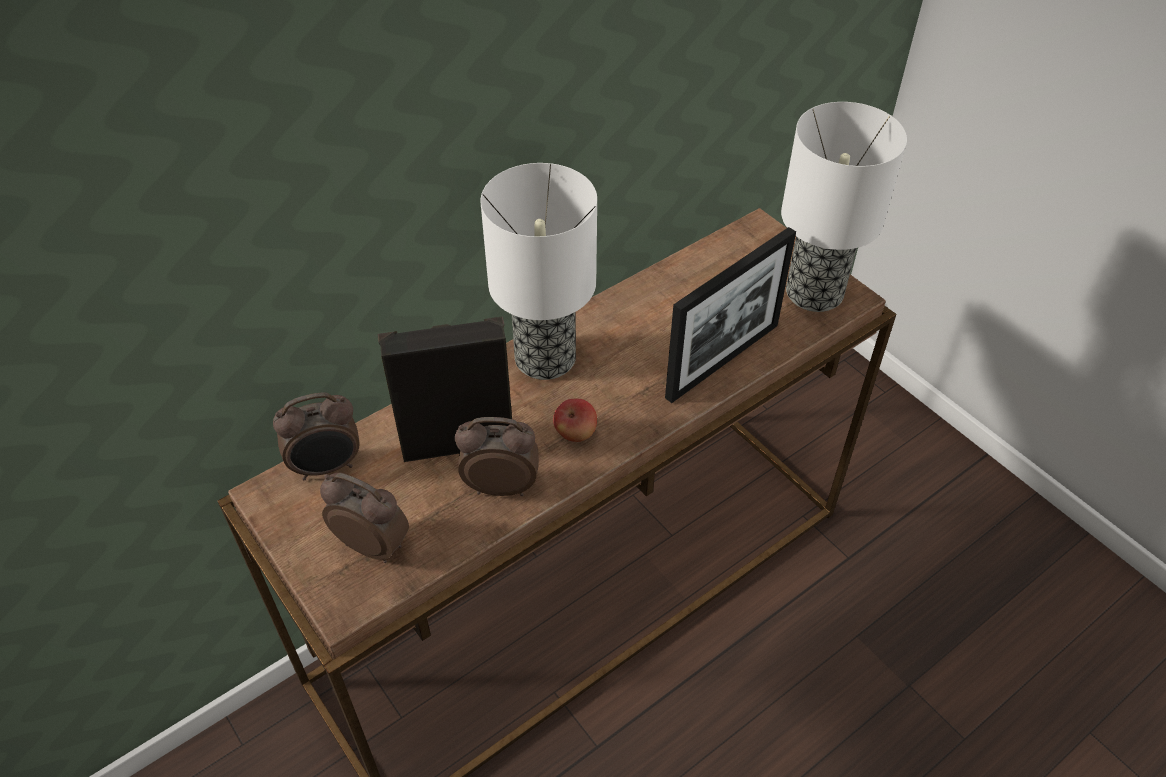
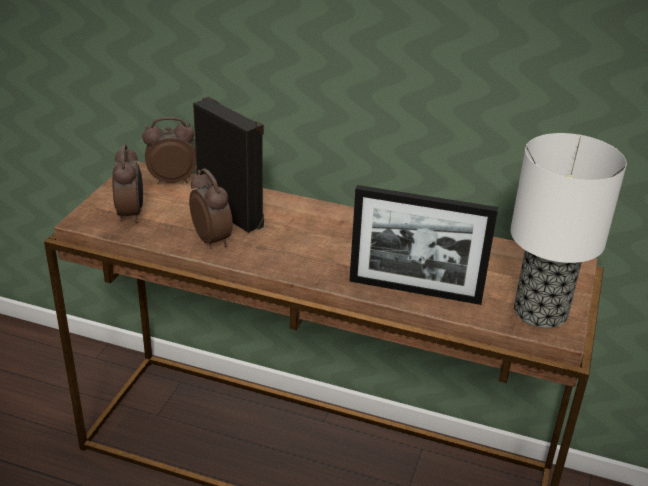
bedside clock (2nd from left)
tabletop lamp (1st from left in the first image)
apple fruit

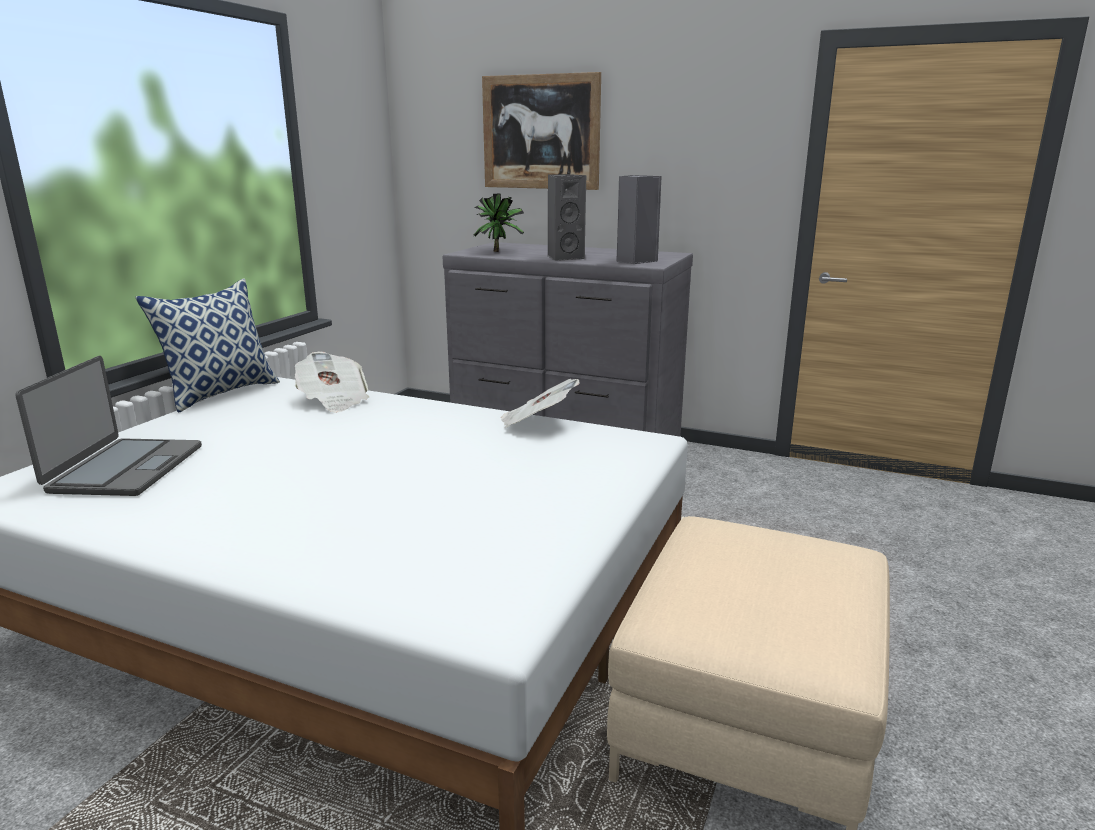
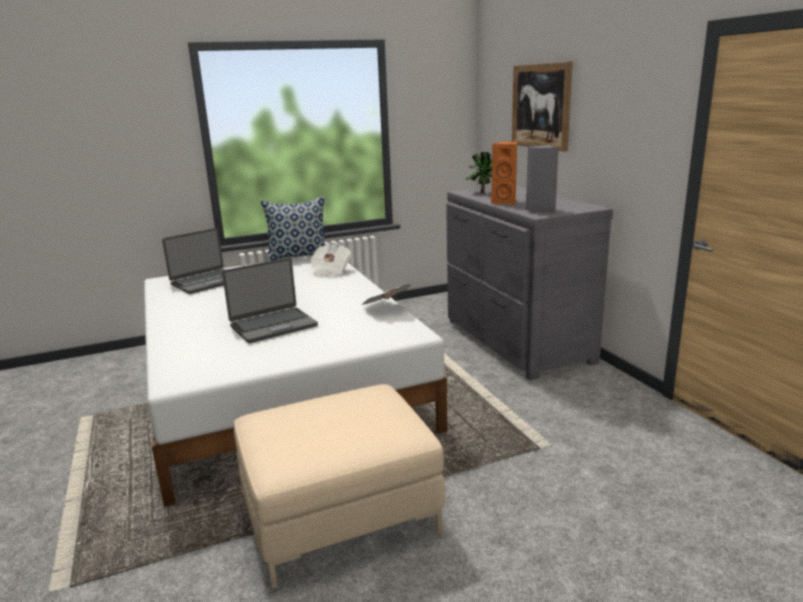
orange-coloured loudspeaker
laptop (2nd from left)

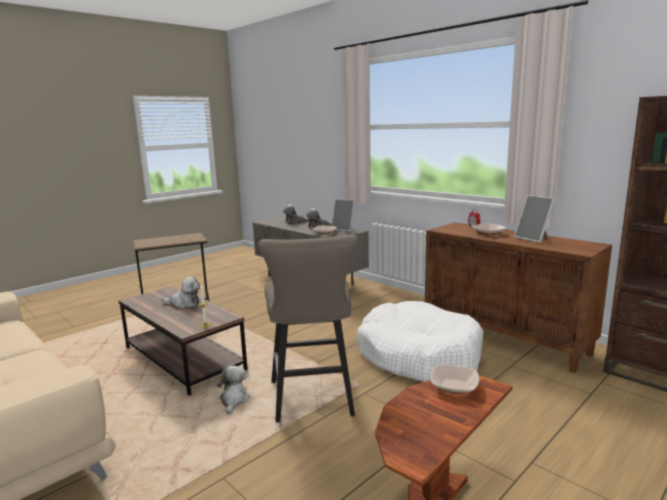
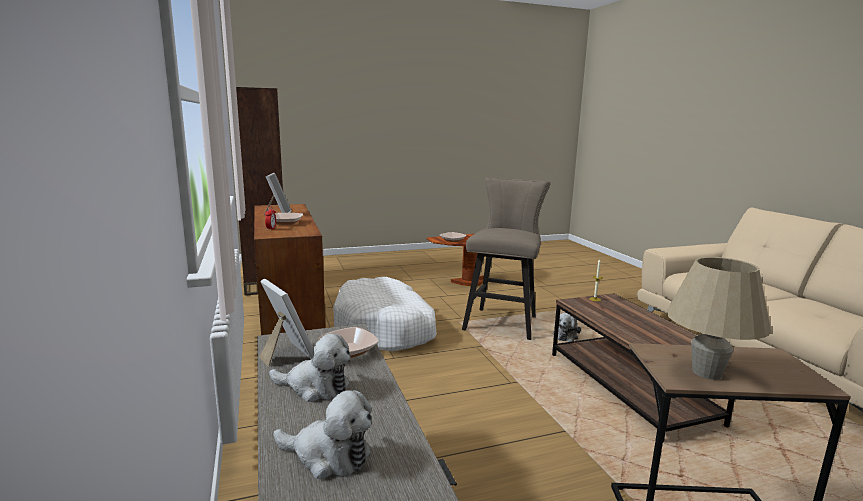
soft toy (1st from left in the first image)
beige-coloured tabletop lamp

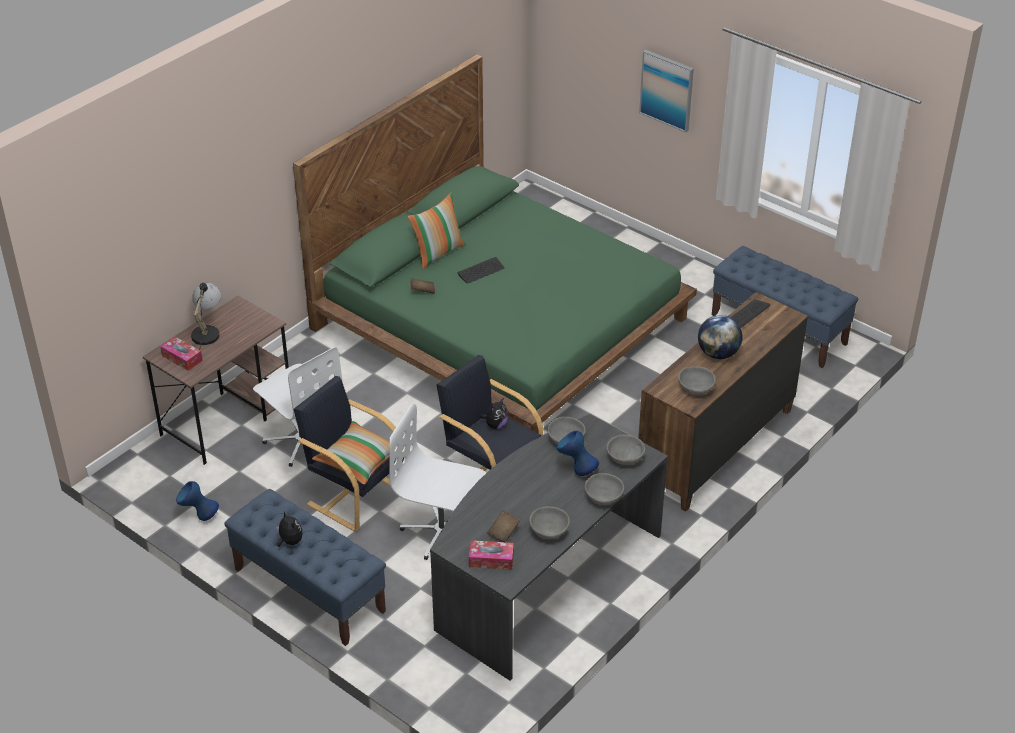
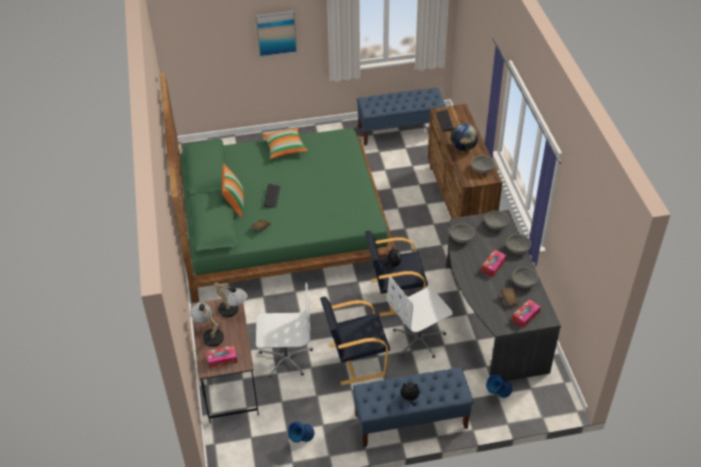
cushion (2nd from left)
bluish decorative vase (2nd from left)
tabletop lamp (2nd from left)
box of tissues (2nd from left)

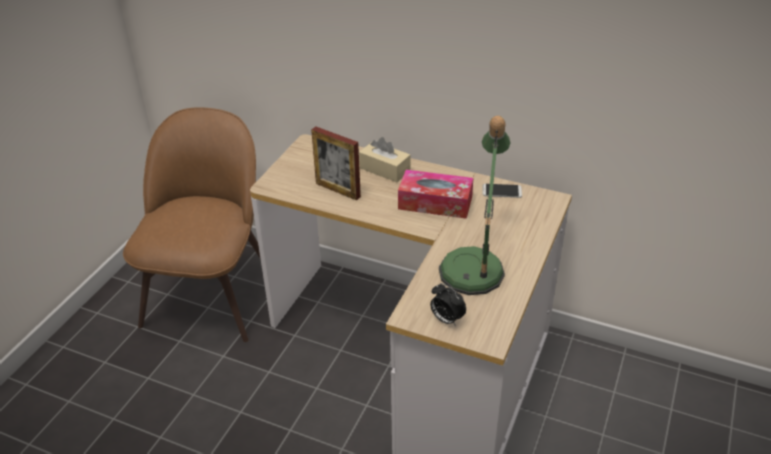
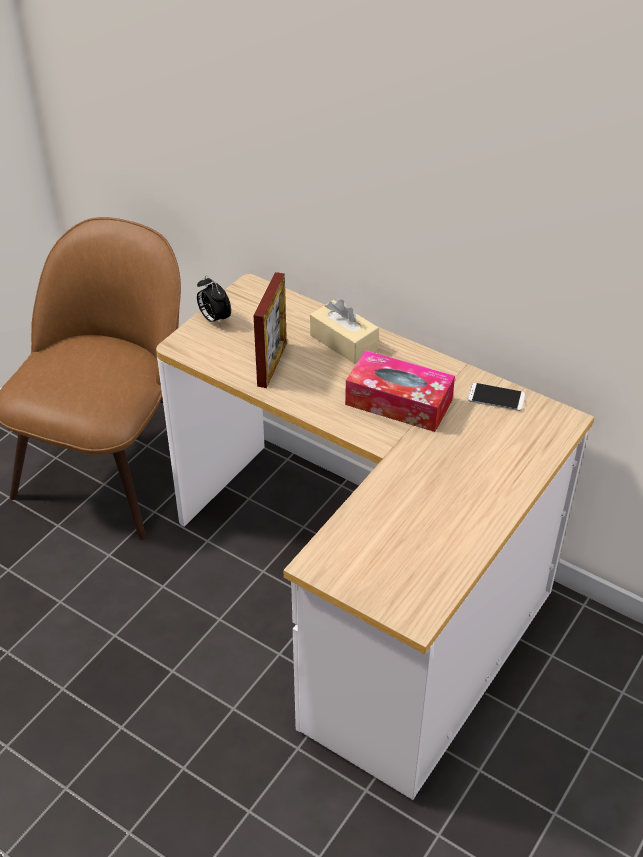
picture frame
bedside clock
tabletop lamp

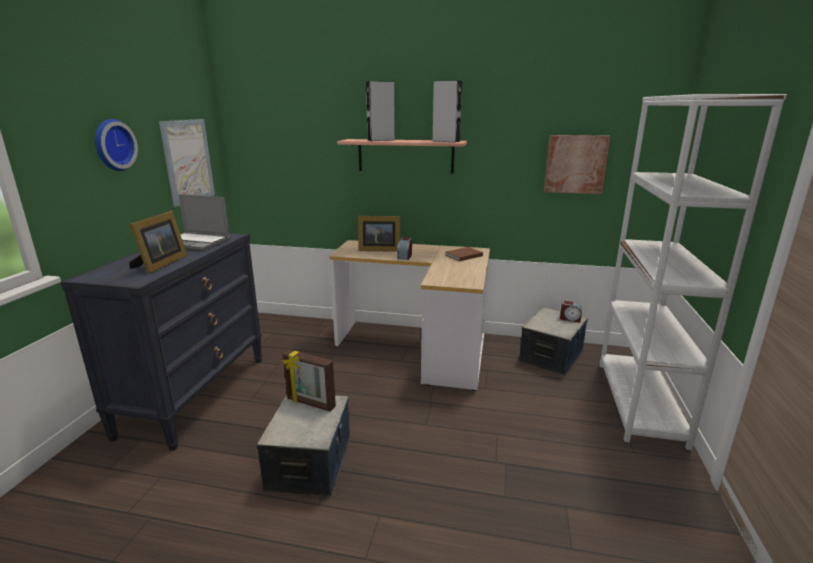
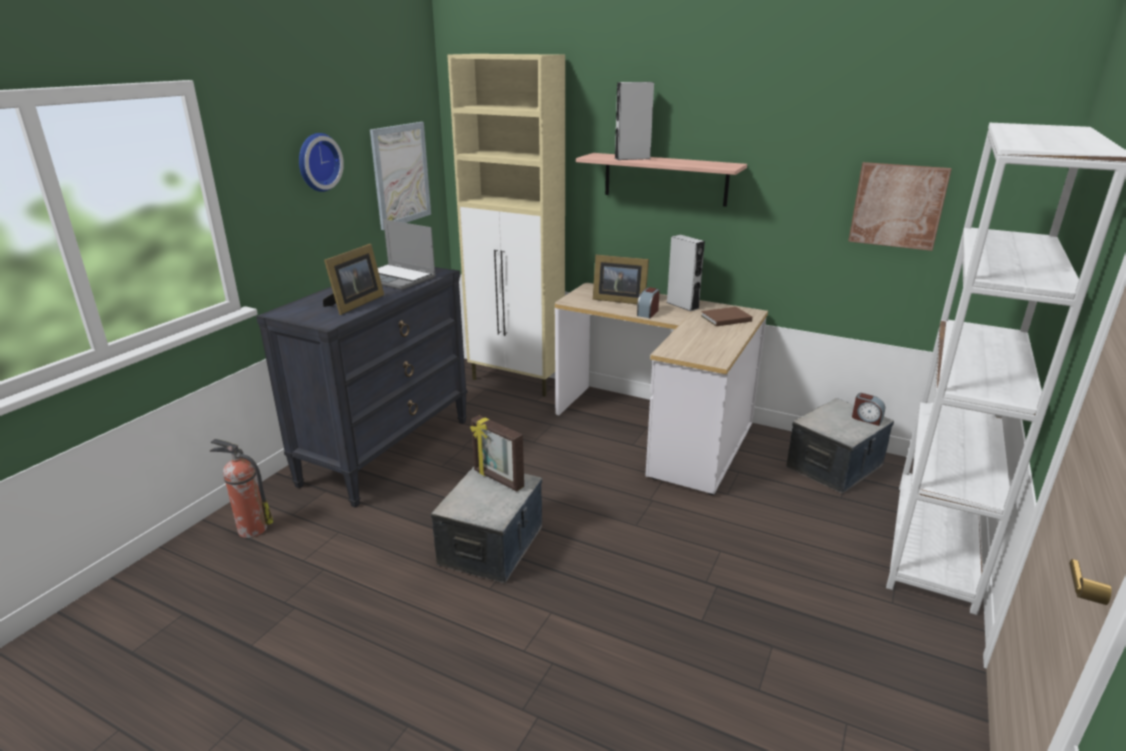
gray loudspeaker (2nd from left)
extinguisher
beige-coloured cupboard

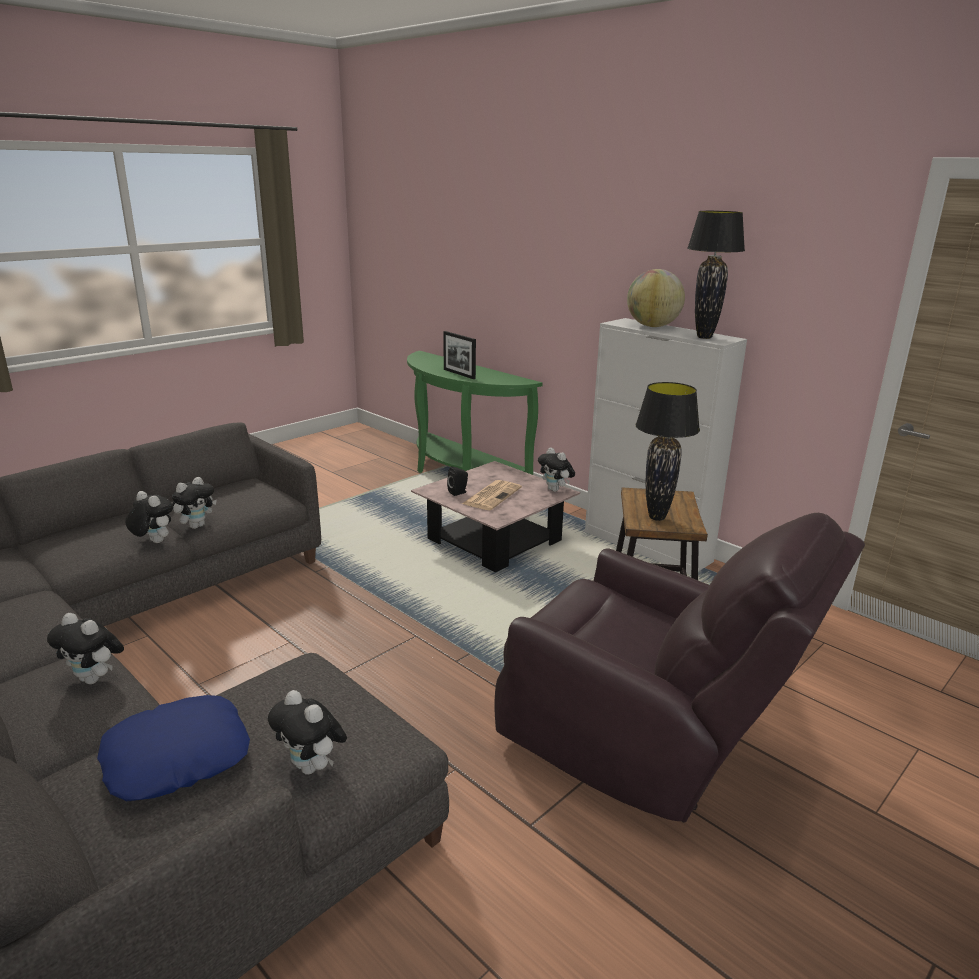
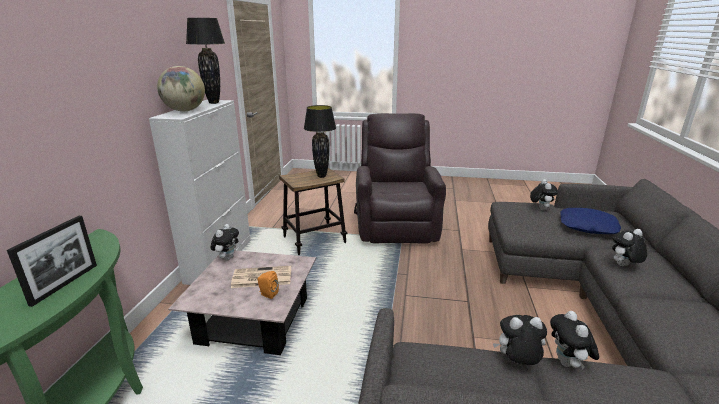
soft toy (5th from left)
orange-coloured loudspeaker

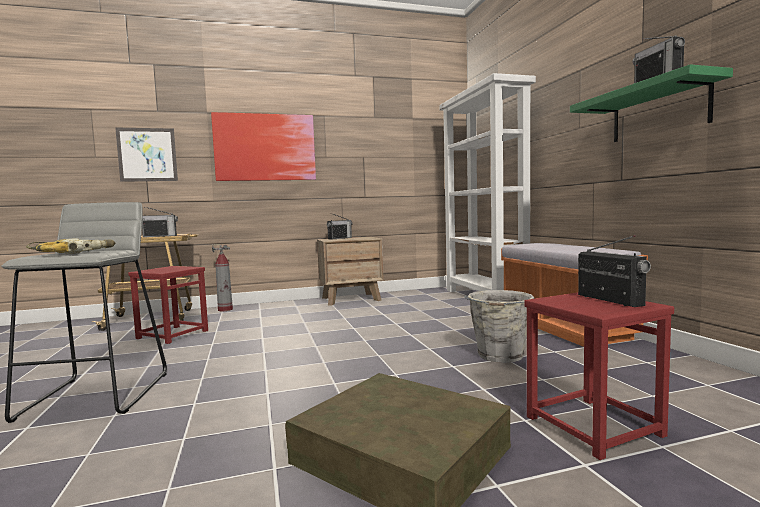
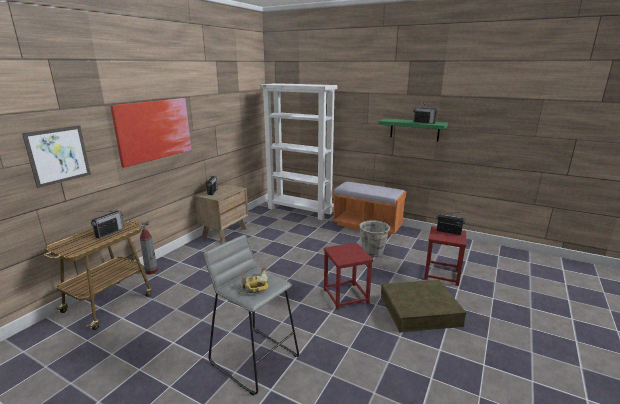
reddish stool (1st from left)

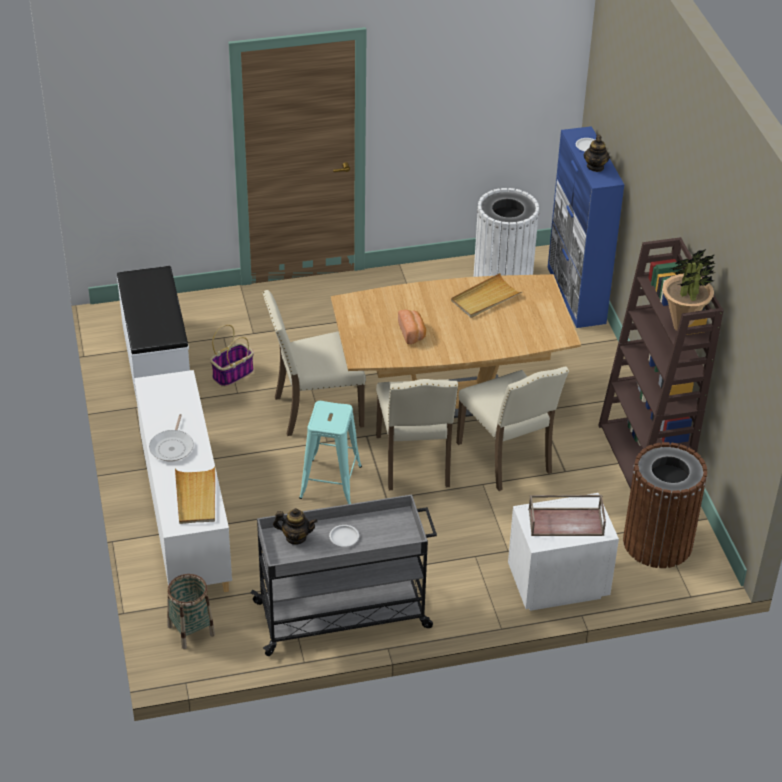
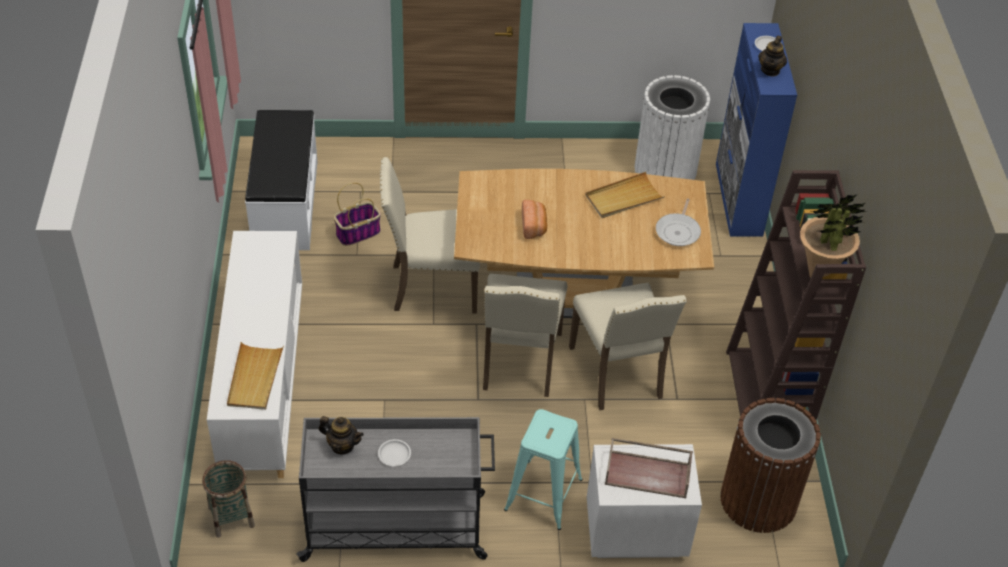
frying pan
turquoise stool

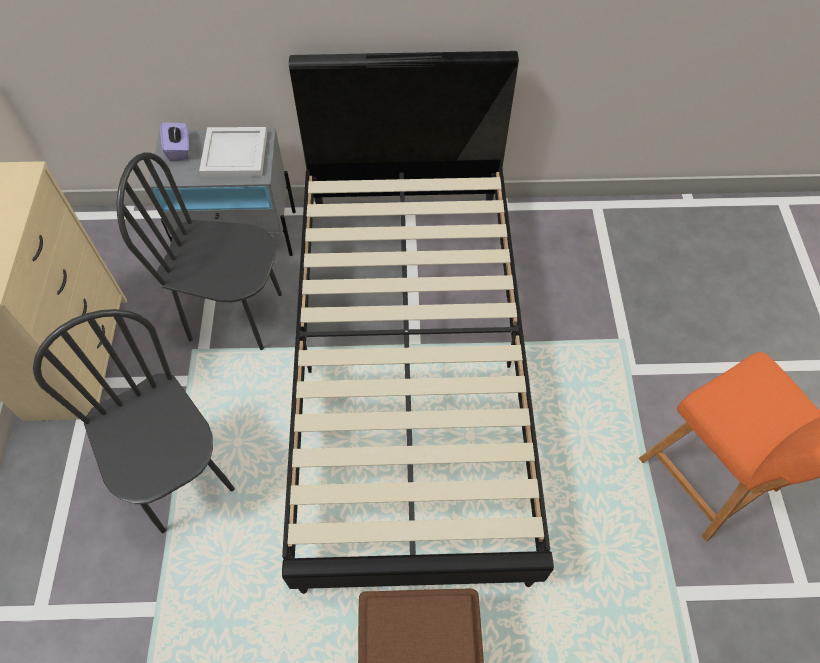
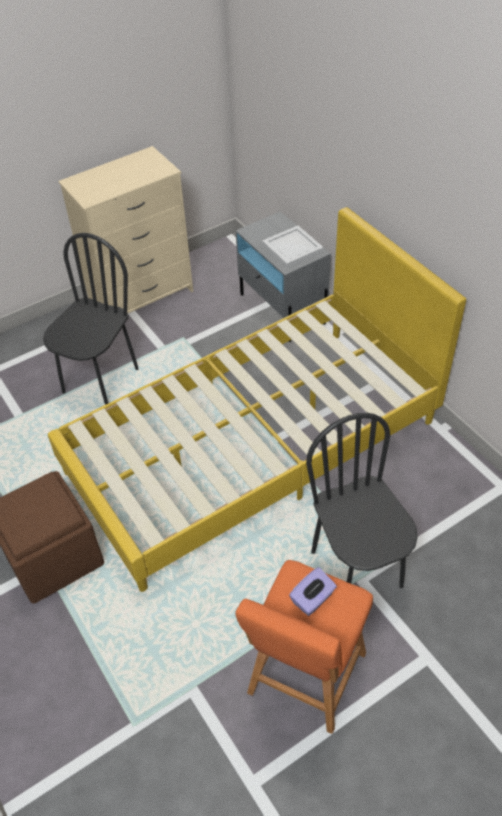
black chair (2nd from left)
purple box of tissues
yellow bedroom bed

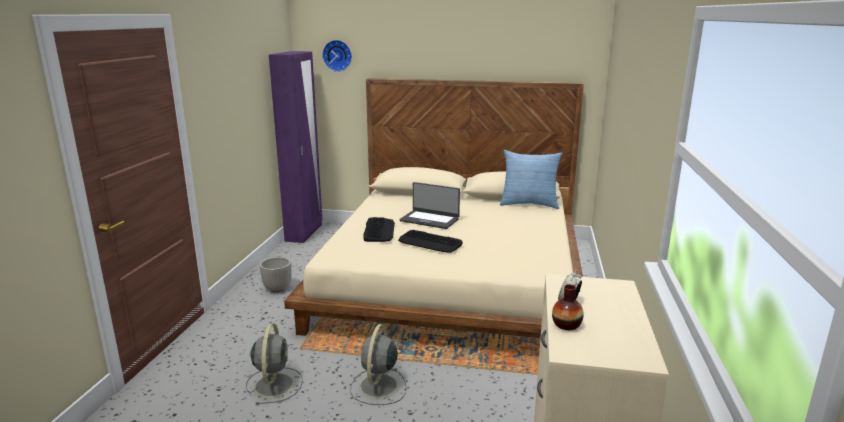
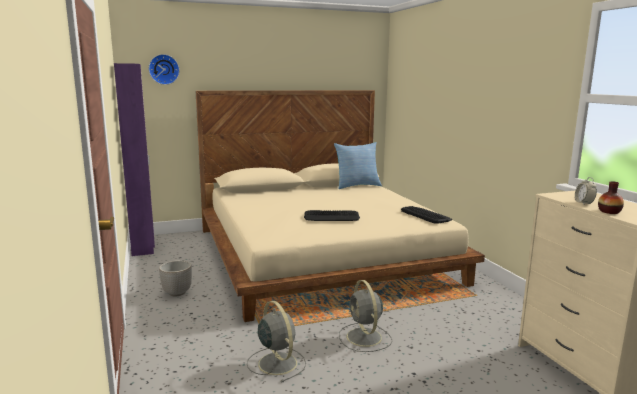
computer keyboard (2nd from left)
laptop

